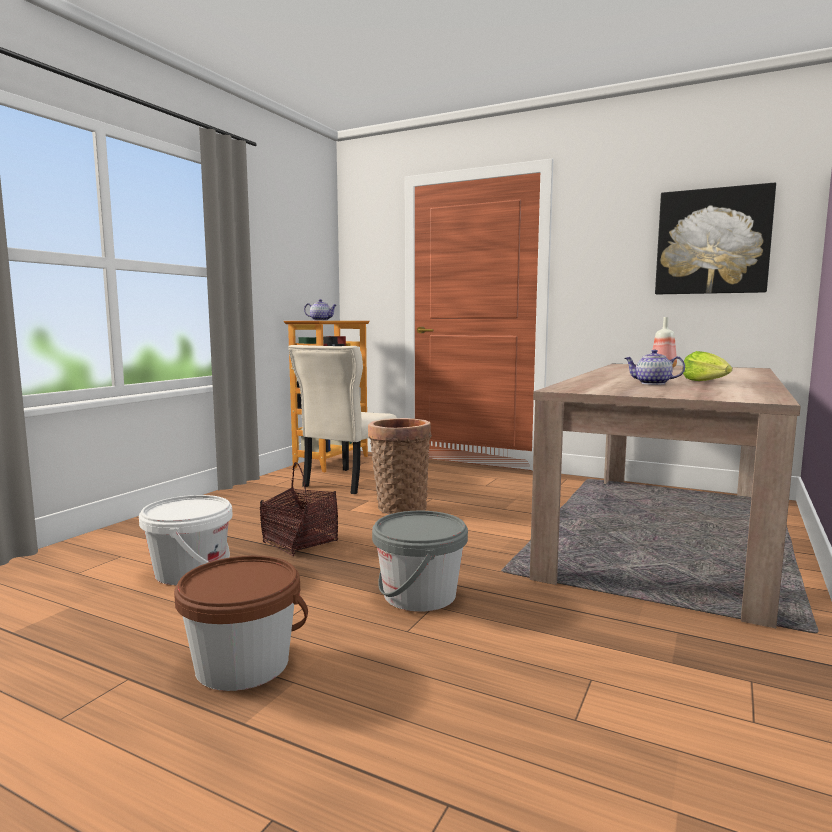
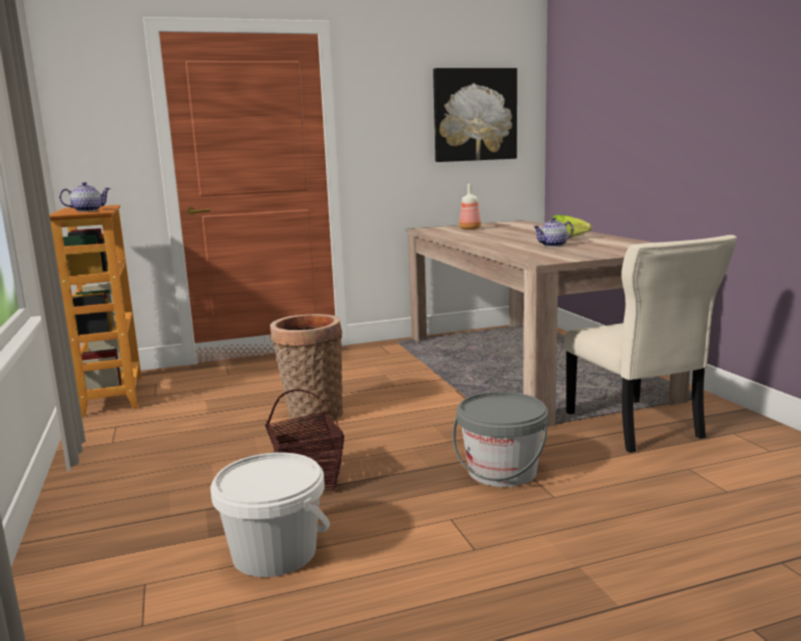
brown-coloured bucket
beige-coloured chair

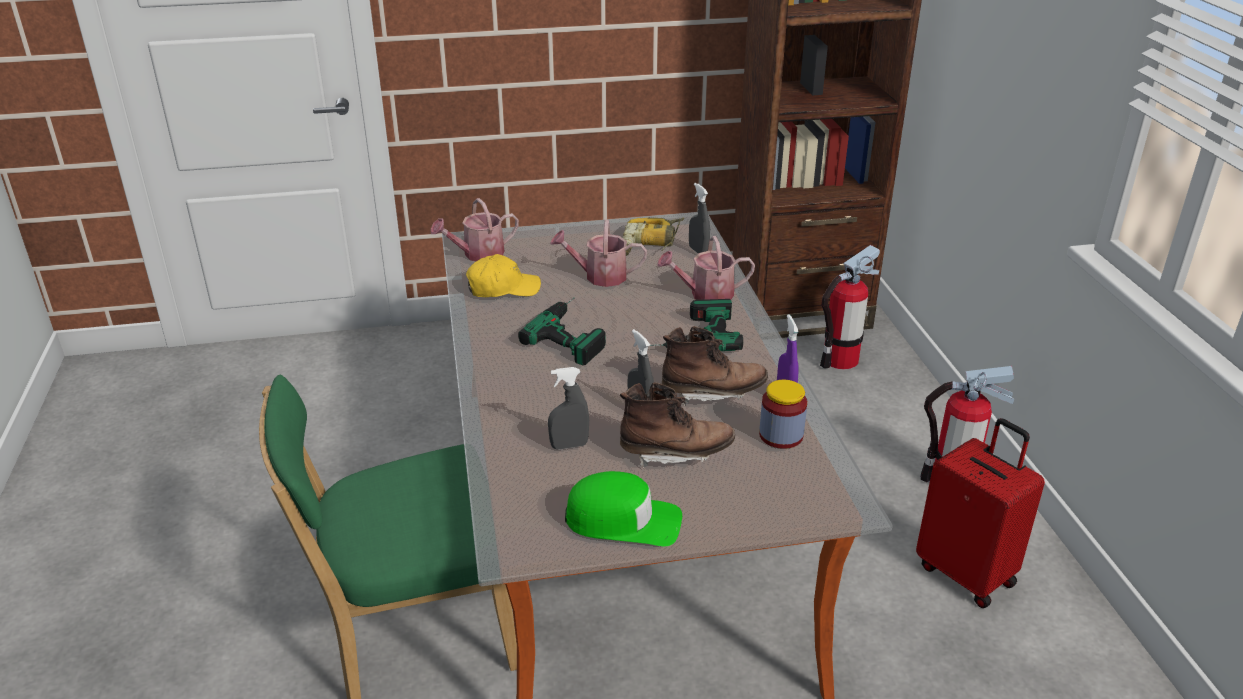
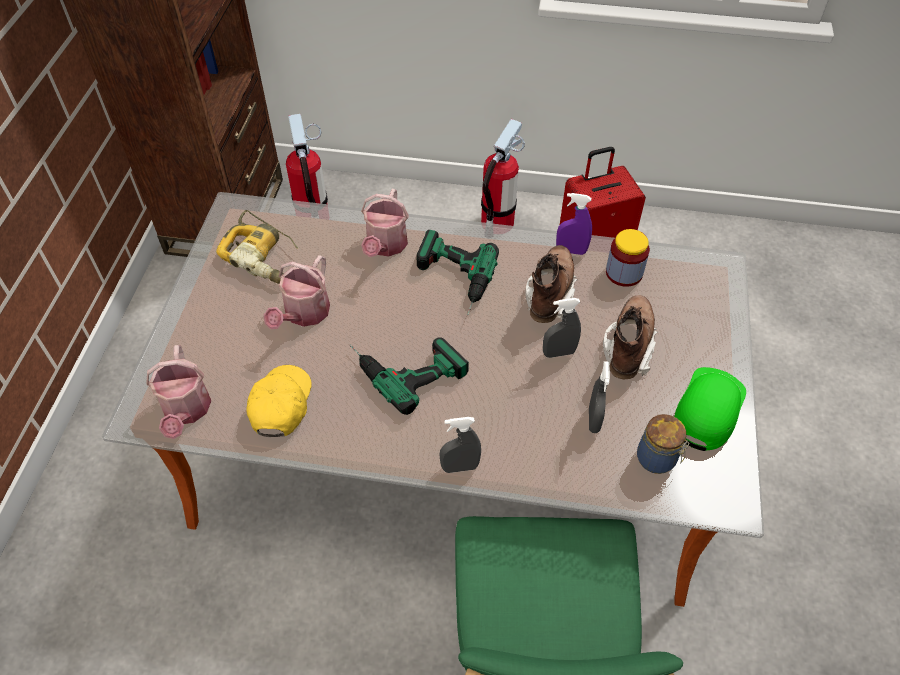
gray hand sprayer (1st from left)
jar (2nd from left)

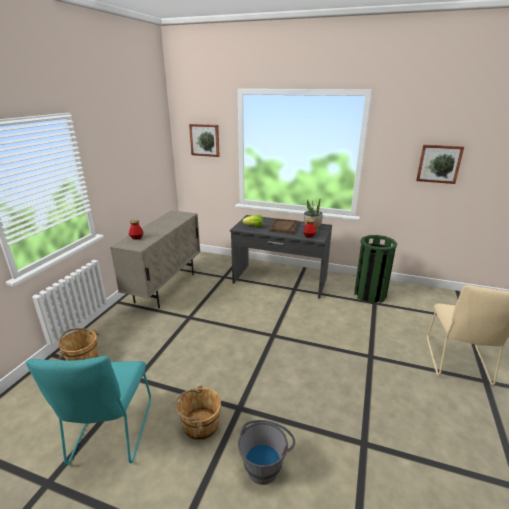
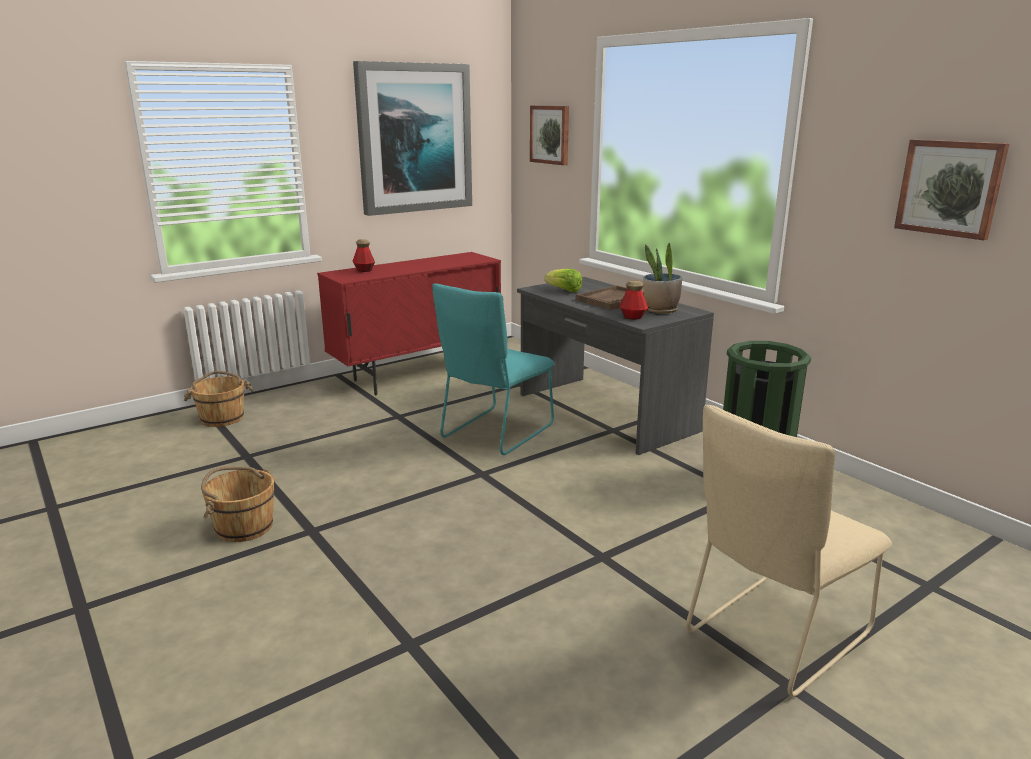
turquoise chair
reddish cupboard
gray bucket
wall art (1st from left)

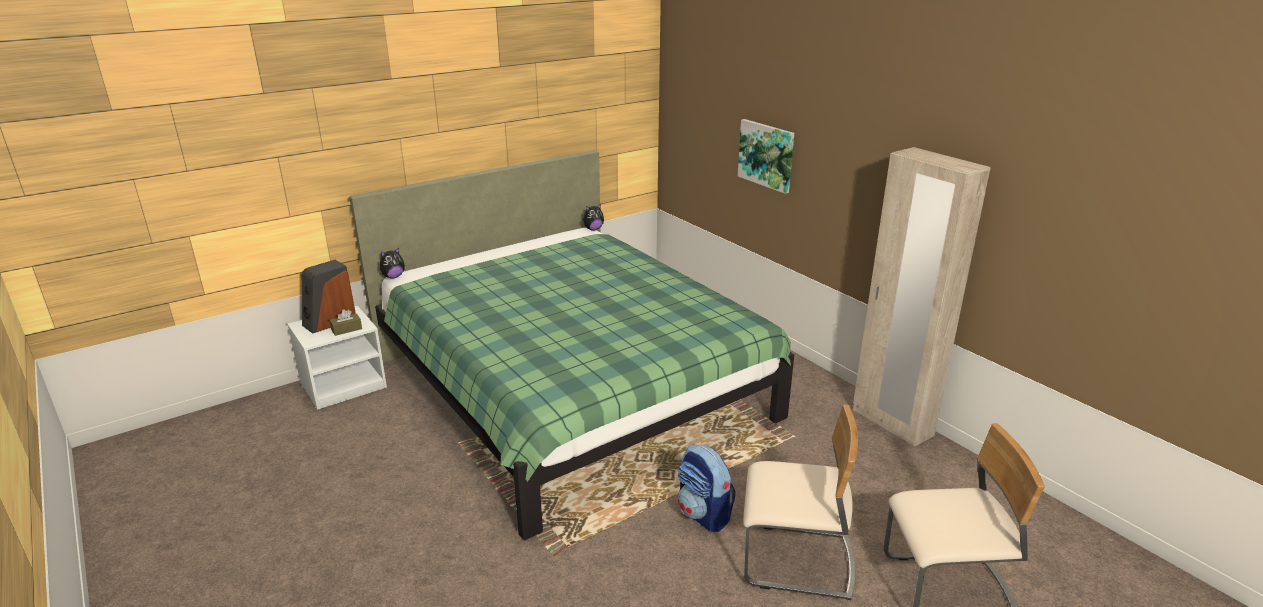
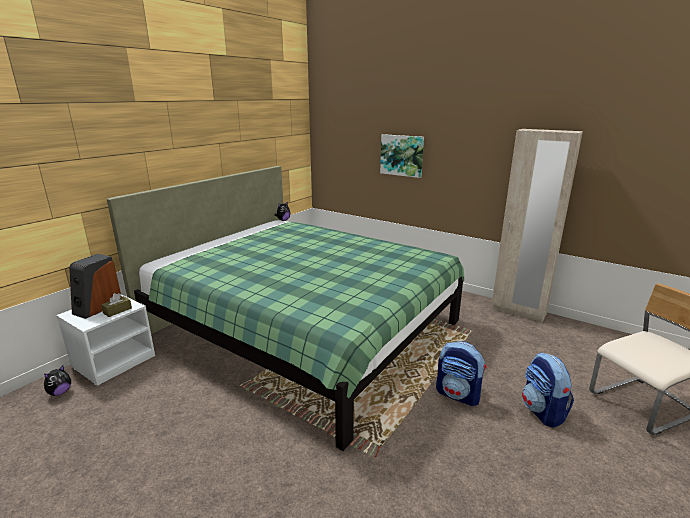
soft toy (1st from left)
knapsack (2nd from left)

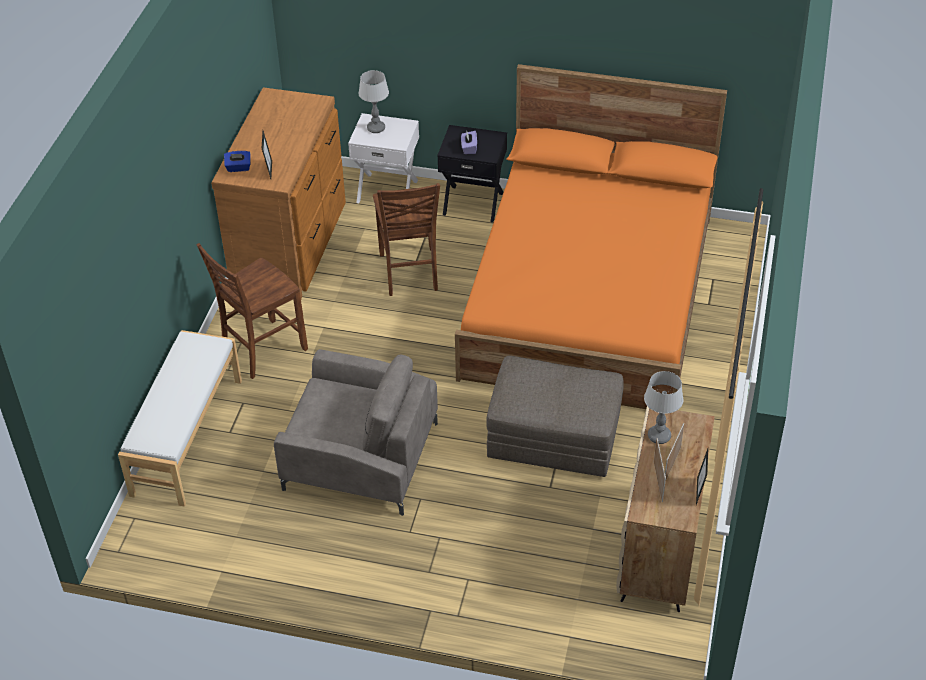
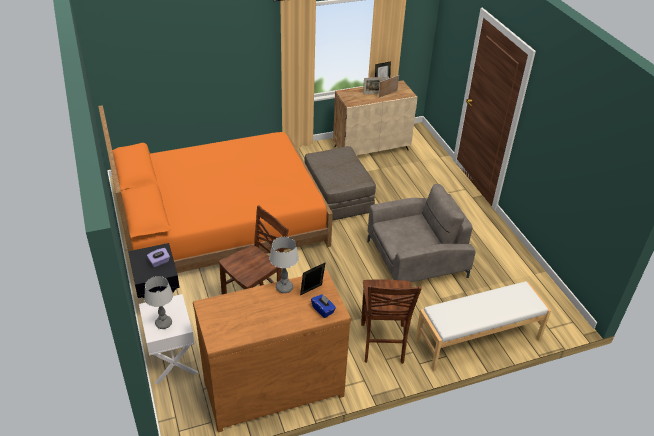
brown-coloured chair (2nd from left)
gray easy chair
tabletop lamp (2nd from left)

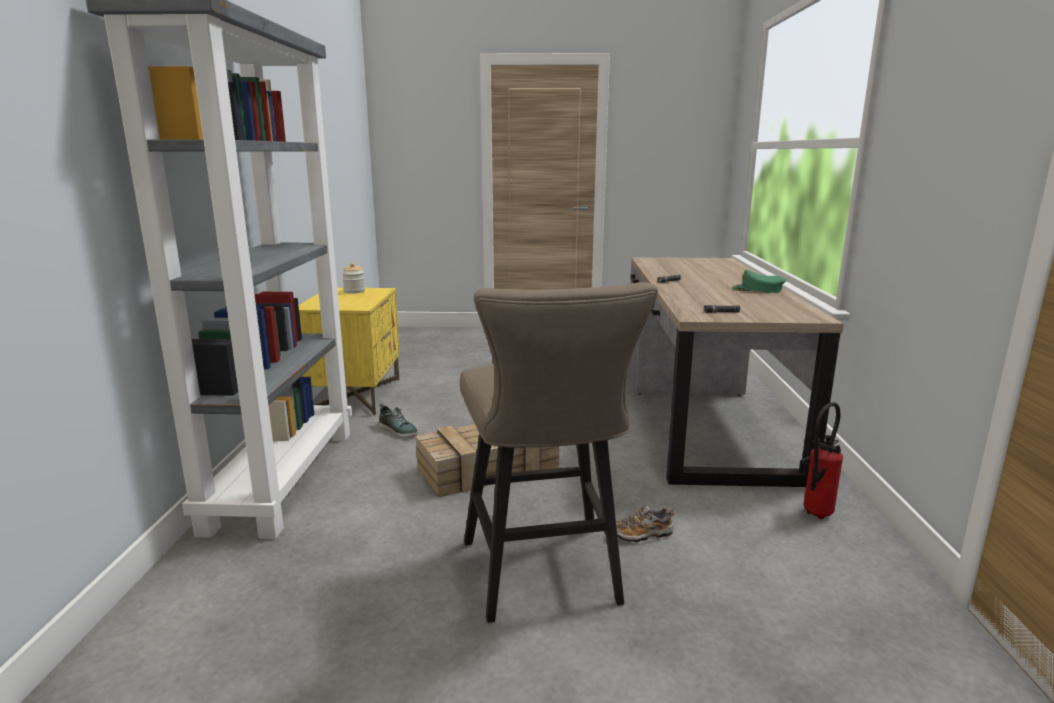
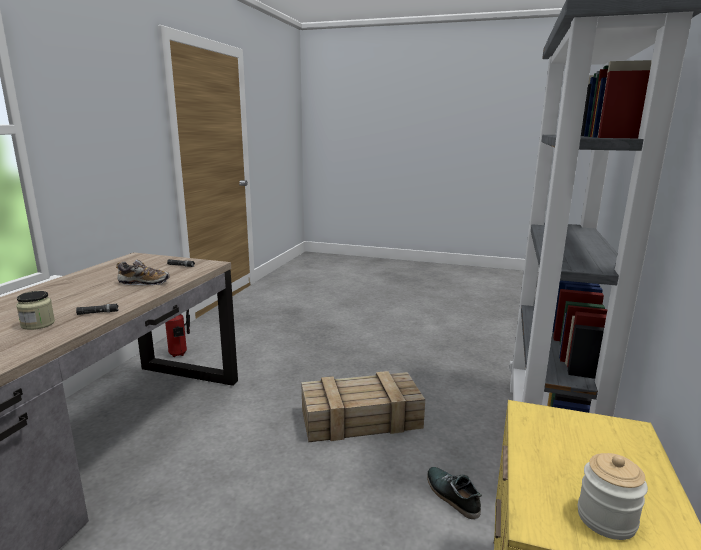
beige-coloured stool
shoe (1st from left)
green cap
jar (1st from left)

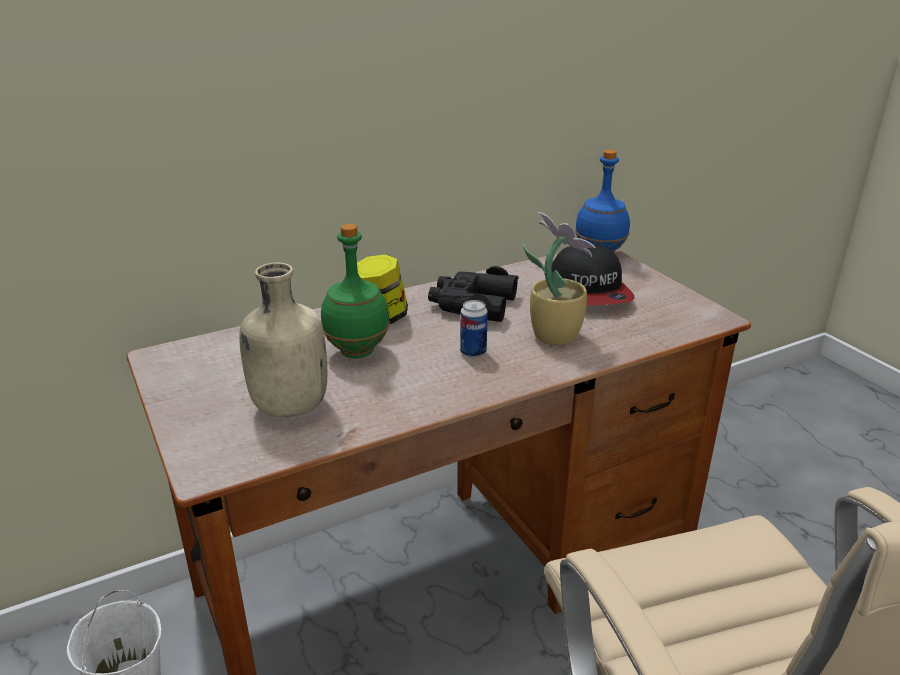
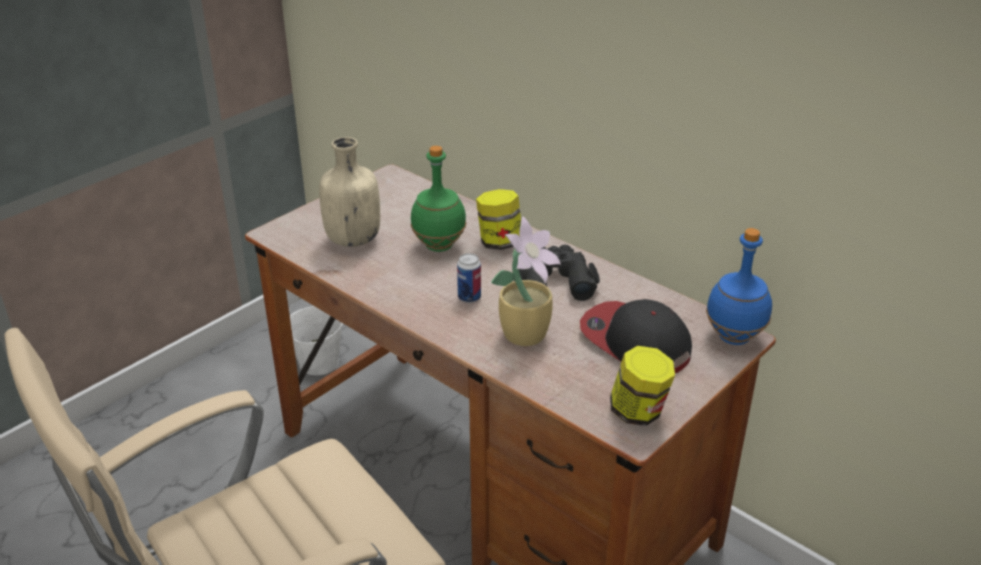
cap
jar (2nd from left)

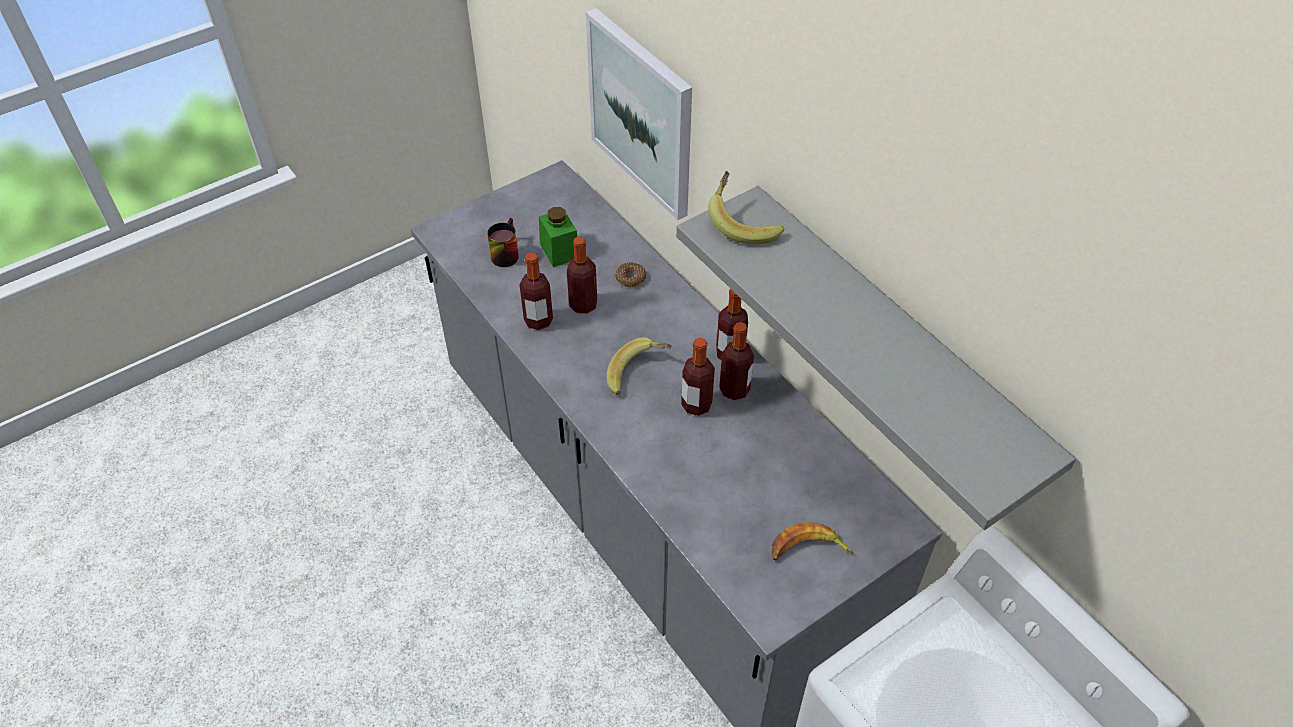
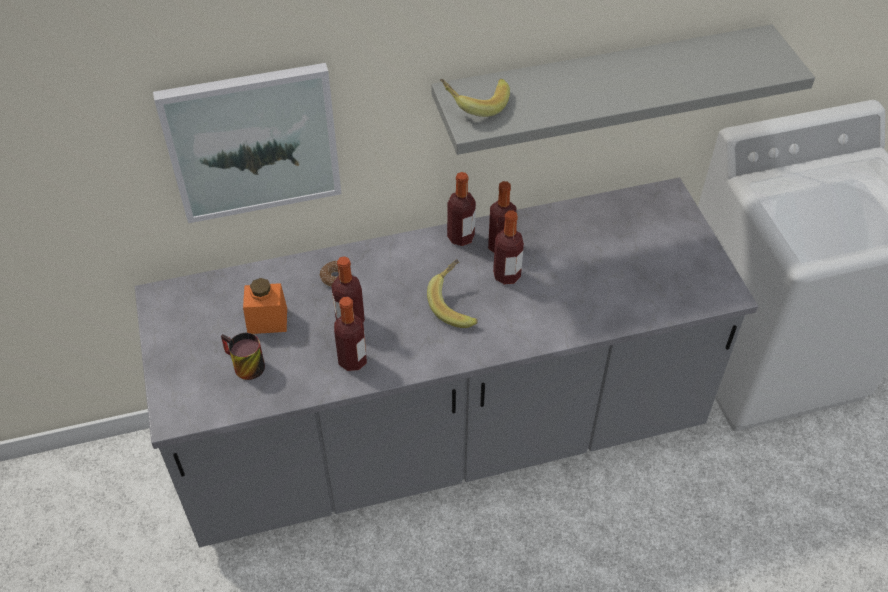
orange-coloured jar
banana fruit (3rd from left in the first image)

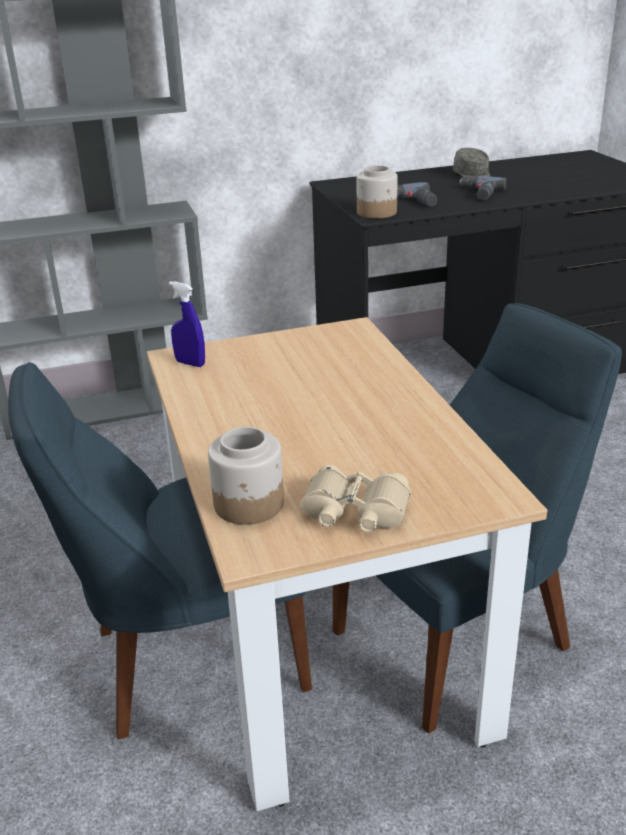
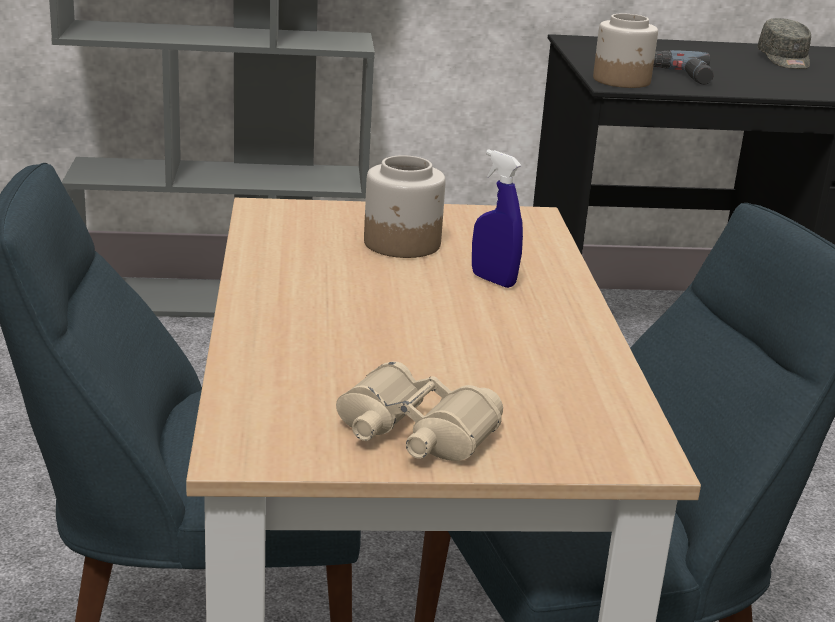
bluish hand sprayer
jar (1st from left)
drill (2nd from left in the first image)

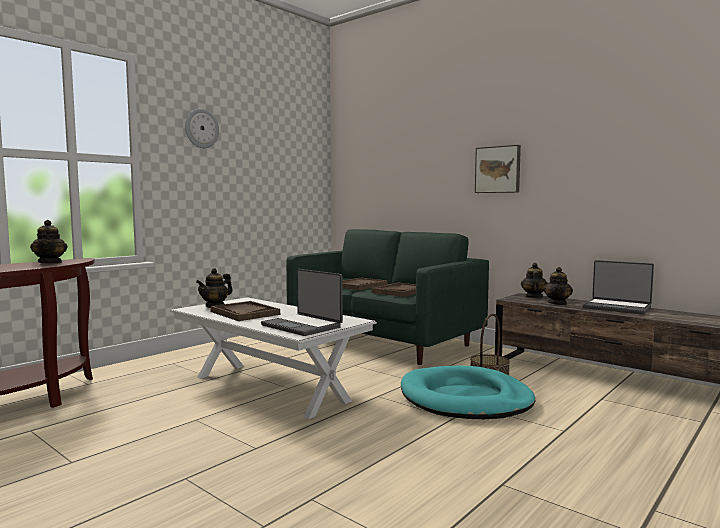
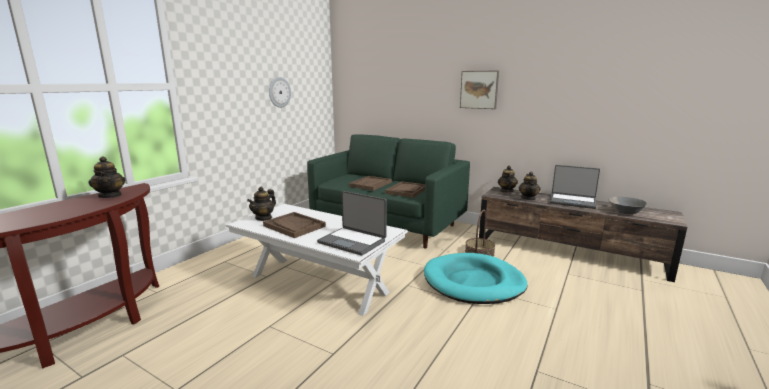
wall clock
gray deep dish

